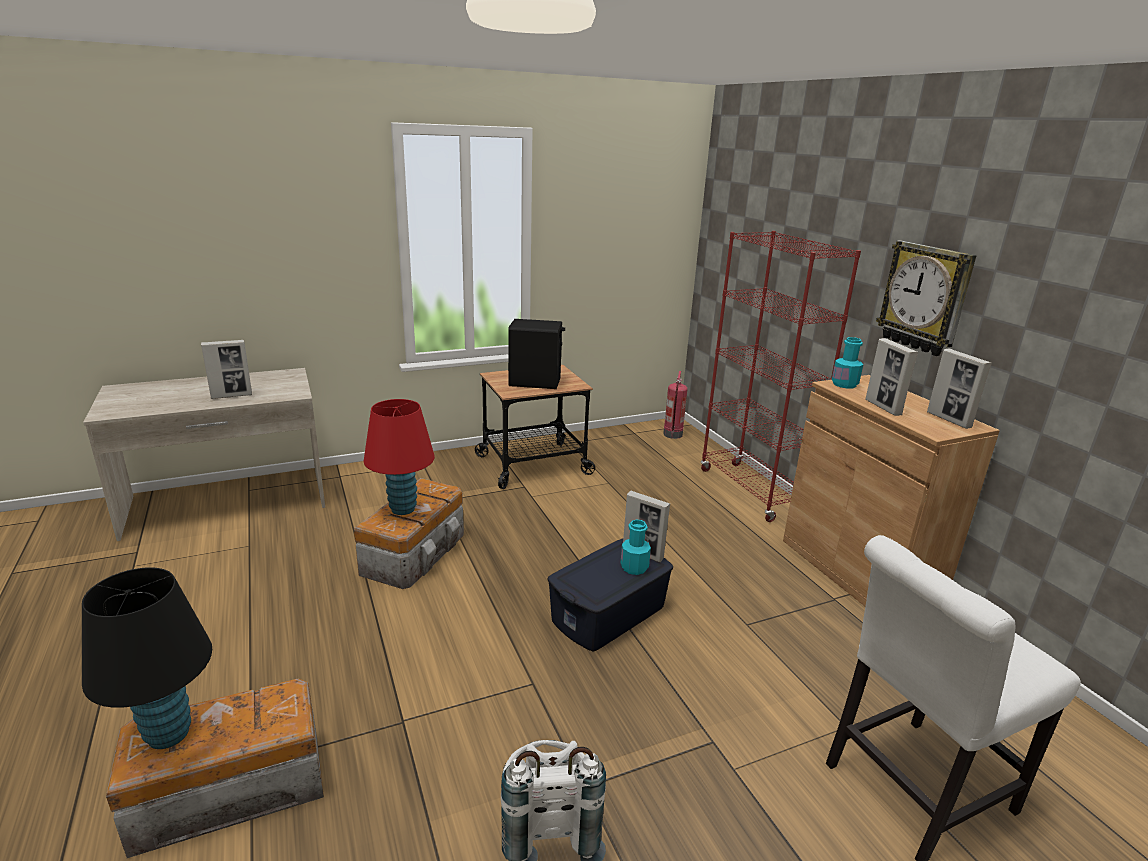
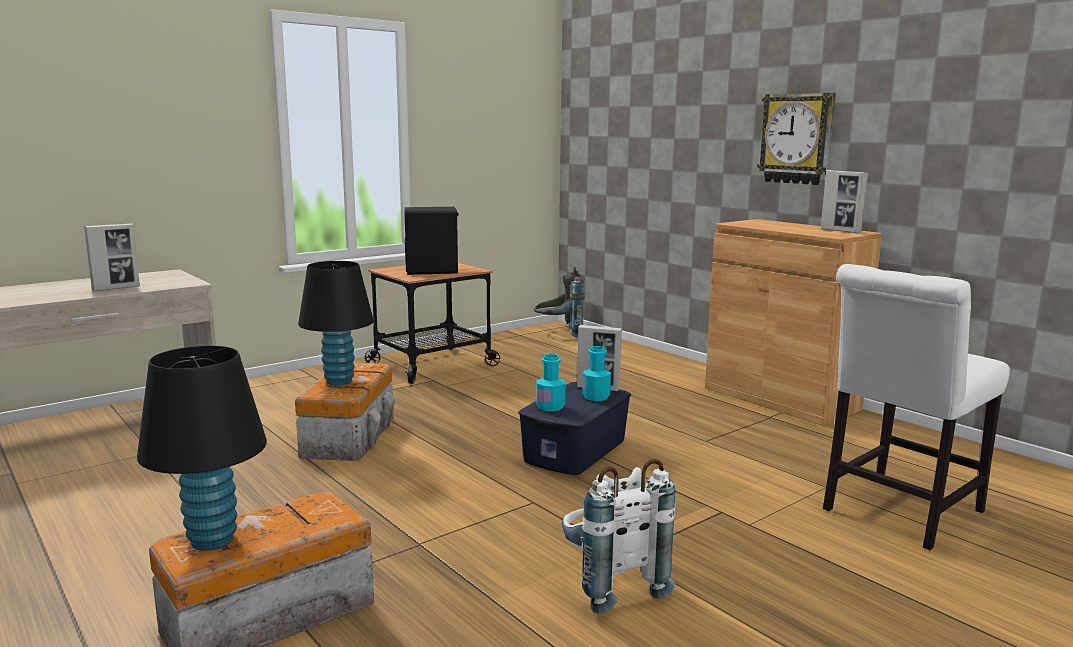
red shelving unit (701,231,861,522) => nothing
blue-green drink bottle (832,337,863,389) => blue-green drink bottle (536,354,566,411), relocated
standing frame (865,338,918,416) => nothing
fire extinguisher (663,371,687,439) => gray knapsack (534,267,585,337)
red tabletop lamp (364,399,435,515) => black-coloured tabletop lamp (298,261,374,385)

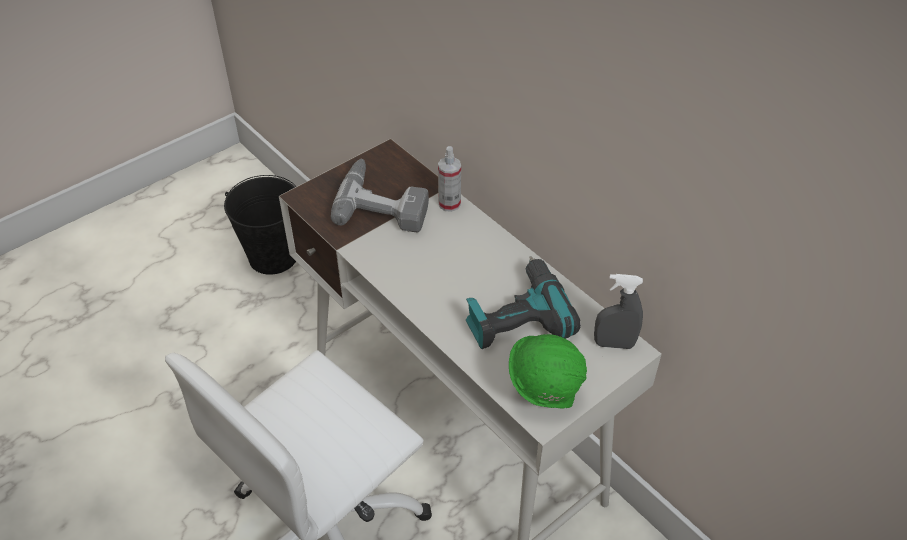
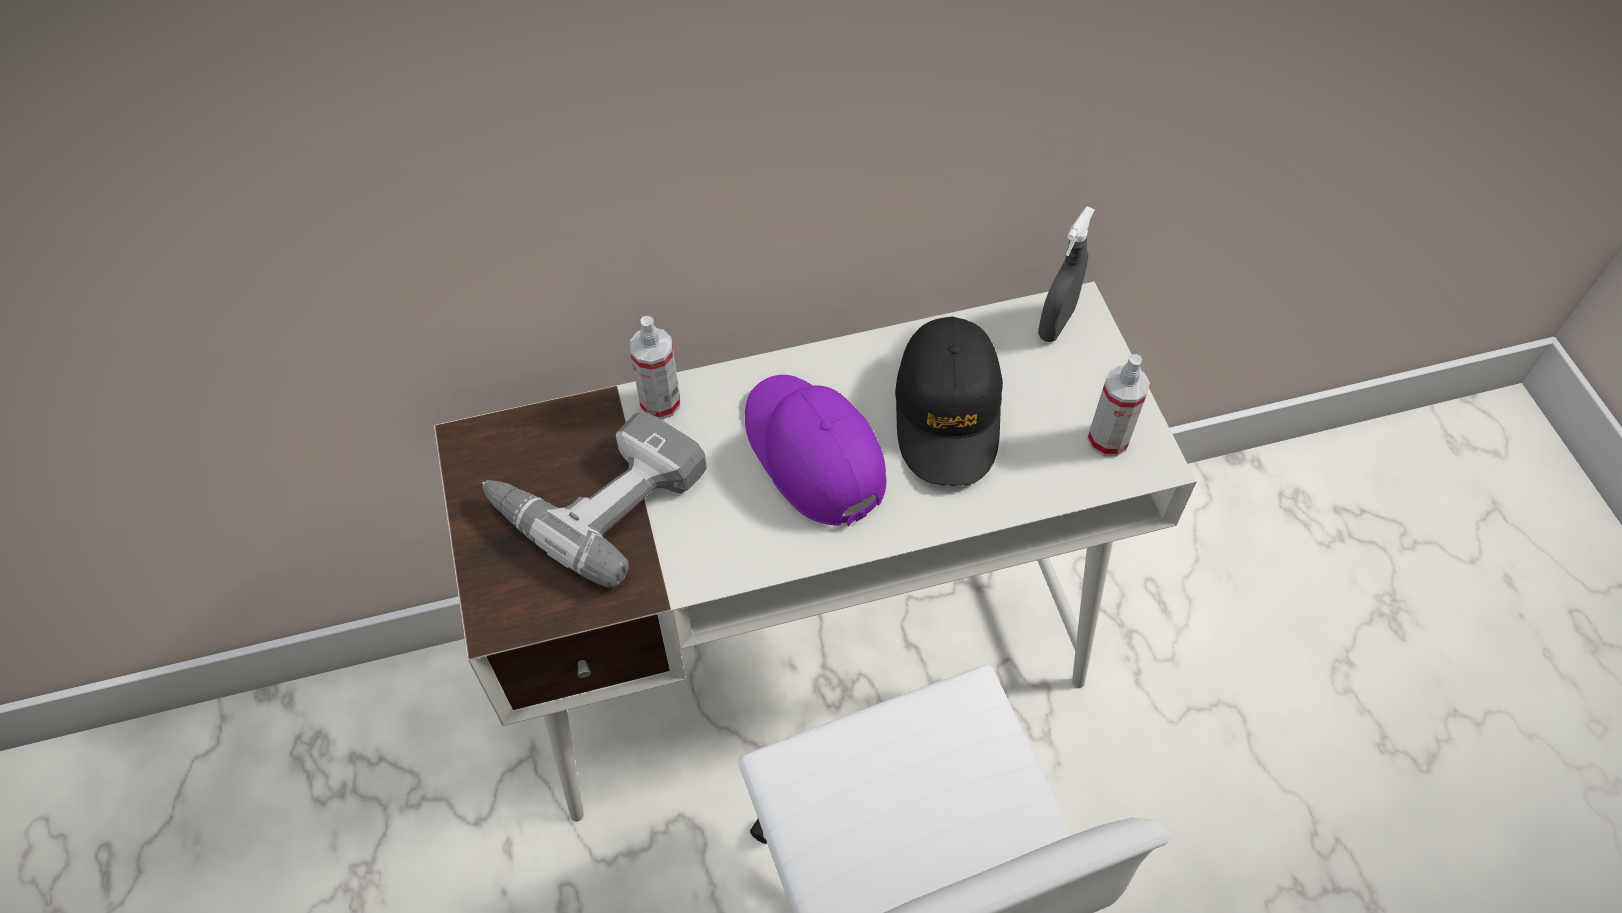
black-coloured pail (224,175,296,275) => nothing
electric drill (466,256,581,349) => black-coloured peaked cap (895,316,1003,486)
greenish safety helmet (509,334,587,409) => hand sprayer (1087,354,1150,457)
nothing => purple peaked cap (745,375,886,526)

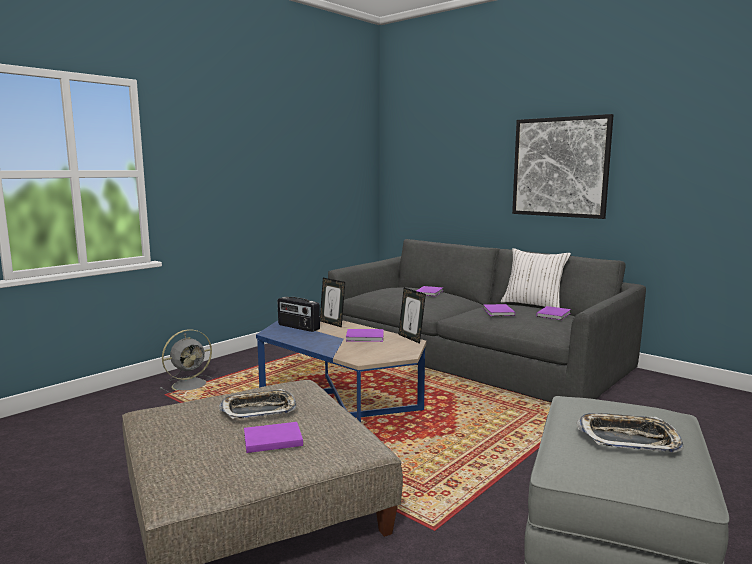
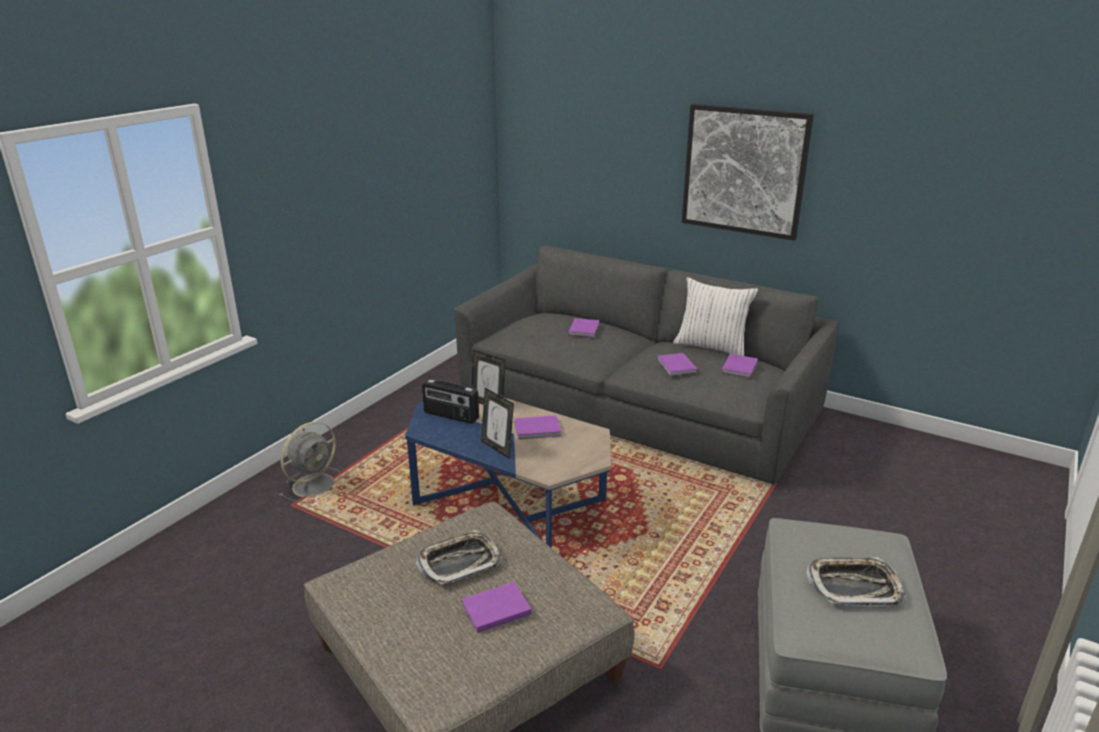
standing frame (398,288,426,344) => standing frame (481,388,514,458), relocated

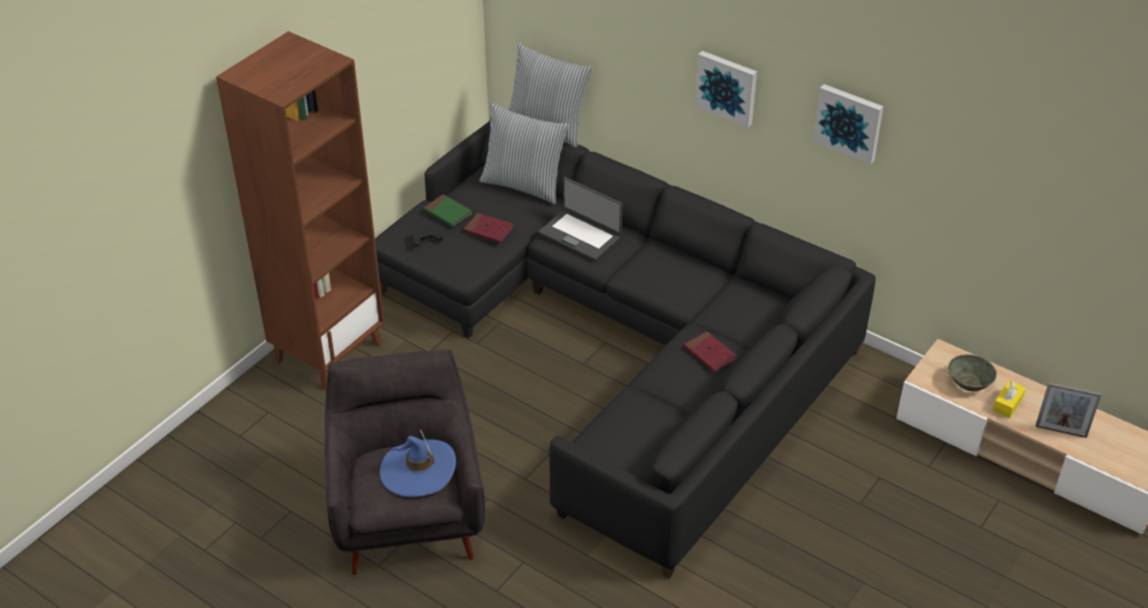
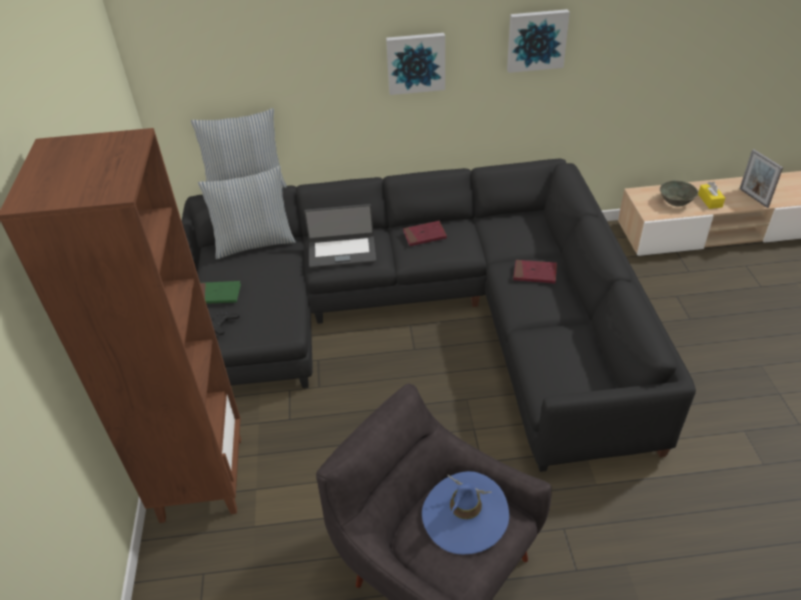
red volume (463,213,514,243) => red volume (403,221,447,246), relocated
standing frame (1035,382,1101,438) => standing frame (740,149,783,208), 90 degrees clockwise

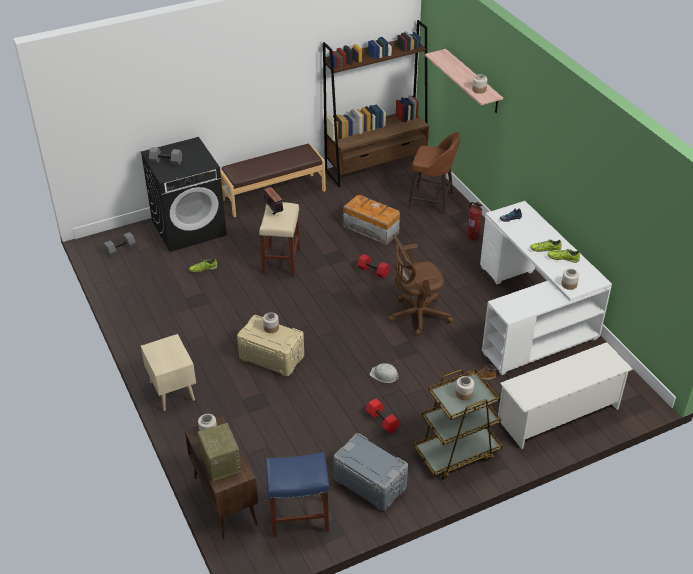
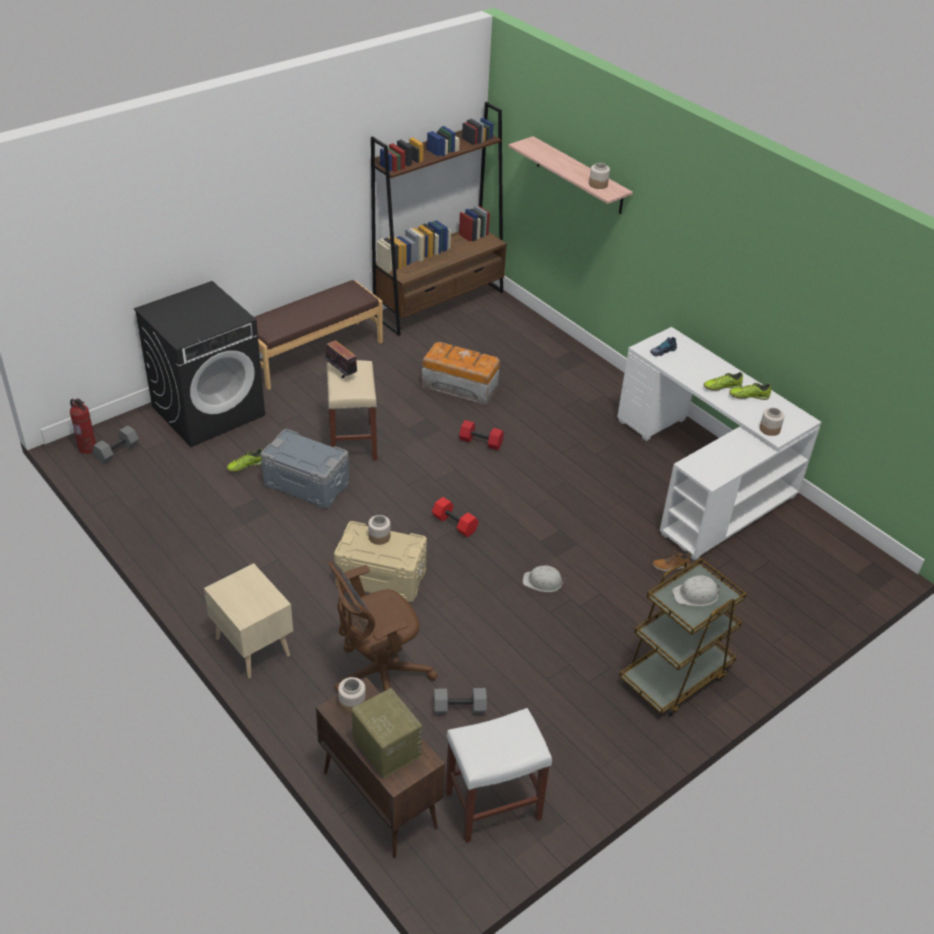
brownish stool (408,132,460,215) => nothing
gray free weight (149,147,182,165) => gray free weight (434,688,487,714), relocated
fire extinguisher (467,202,483,240) => fire extinguisher (70,398,96,454), relocated
brownish computer chair (389,235,453,336) => brownish computer chair (328,562,438,693), relocated
white shoe stand (498,342,633,449) => nothing
jar (455,376,474,400) => white safety helmet (672,575,720,606)
red free weight (366,399,400,434) => red free weight (432,497,479,537), relocated
gray storage container (334,433,408,511) => gray storage container (261,429,349,509), relocated
bluish stool (265,452,329,538) => white stool (445,708,552,843)

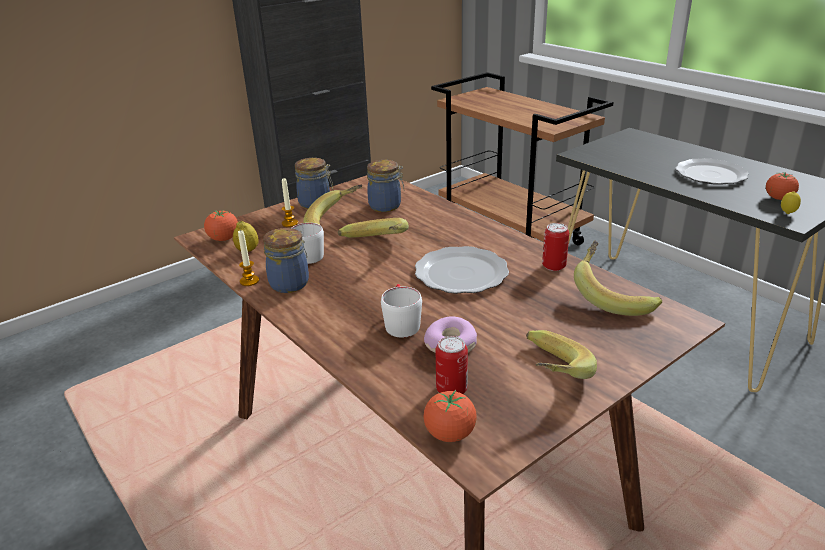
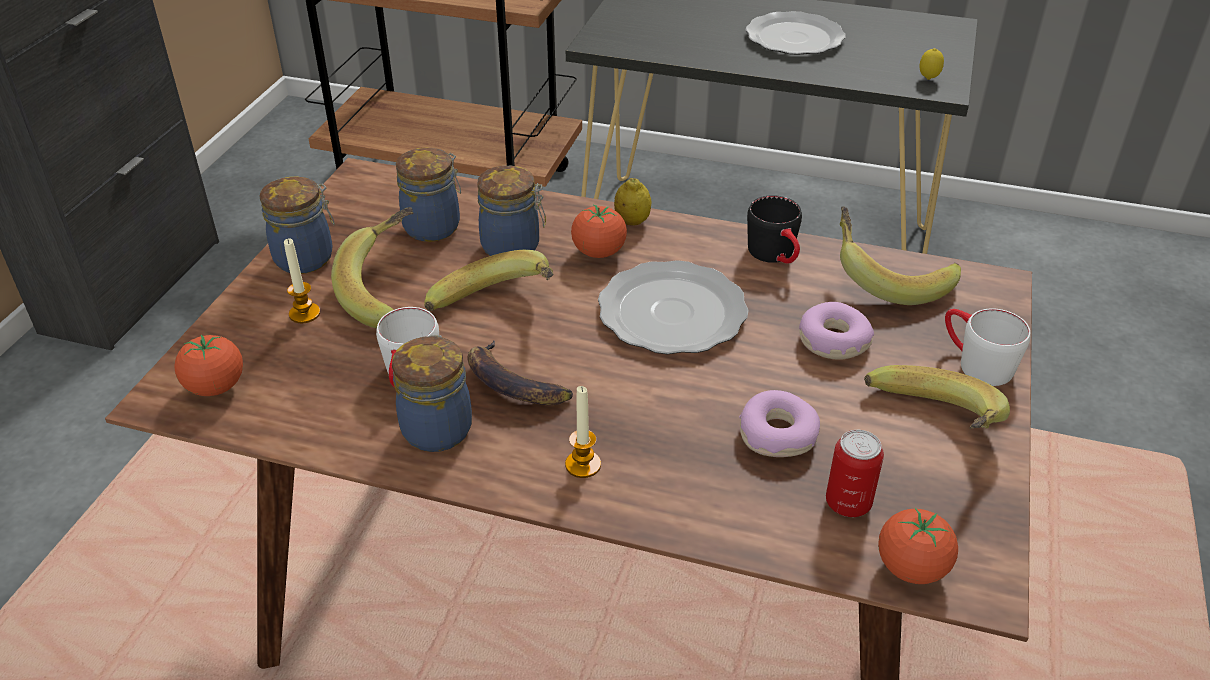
tomato (766,172,799,200) => tomato (571,204,627,258), relocated
whole lemon (233,221,258,252) => whole lemon (614,178,651,226), relocated
metal can (542,223,569,271) => black-coloured tea mug (747,195,802,264)
candle (238,230,259,286) => candle (565,386,601,478), relocated
white tea mug (381,284,422,338) => white tea mug (945,308,1031,386), relocated
nothing => jar (477,166,546,256)
nothing => donut (799,302,874,360)
nothing => whole banana (467,340,573,405)

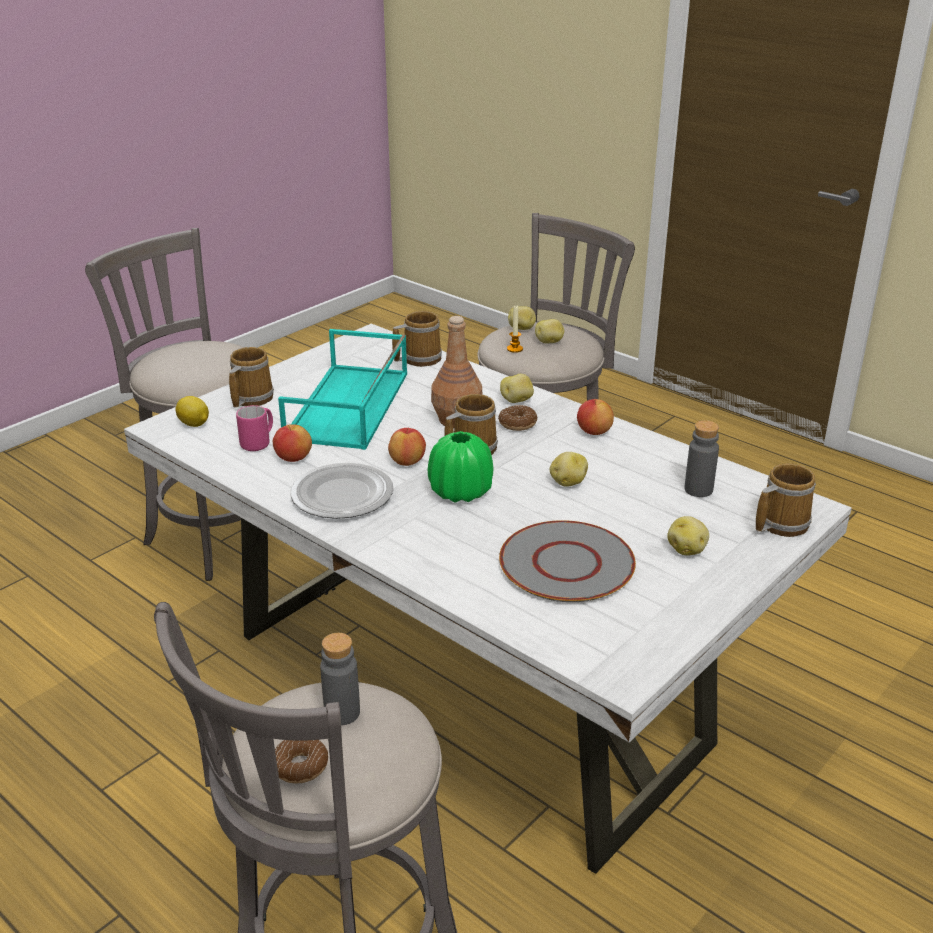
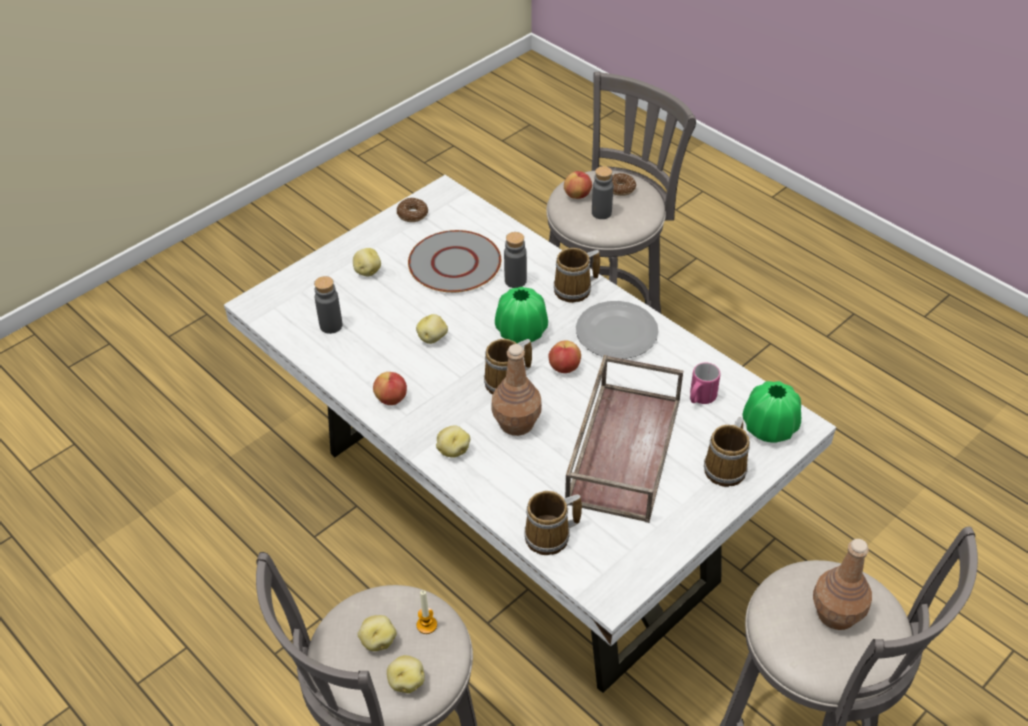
blue-green serving tray (278,329,407,450) => brownish serving tray (565,355,684,523)
whole lemon (175,396,209,427) => greenish flower vase (743,381,801,442)
donut (498,405,538,431) => donut (397,198,428,222), relocated
whole apple (273,424,312,462) => whole apple (564,171,592,199), relocated
tea mug (755,463,816,537) => tea mug (554,248,600,303), relocated
nothing => gray drink bottle (504,232,527,288)
nothing => brownish drink bottle (813,539,872,630)

